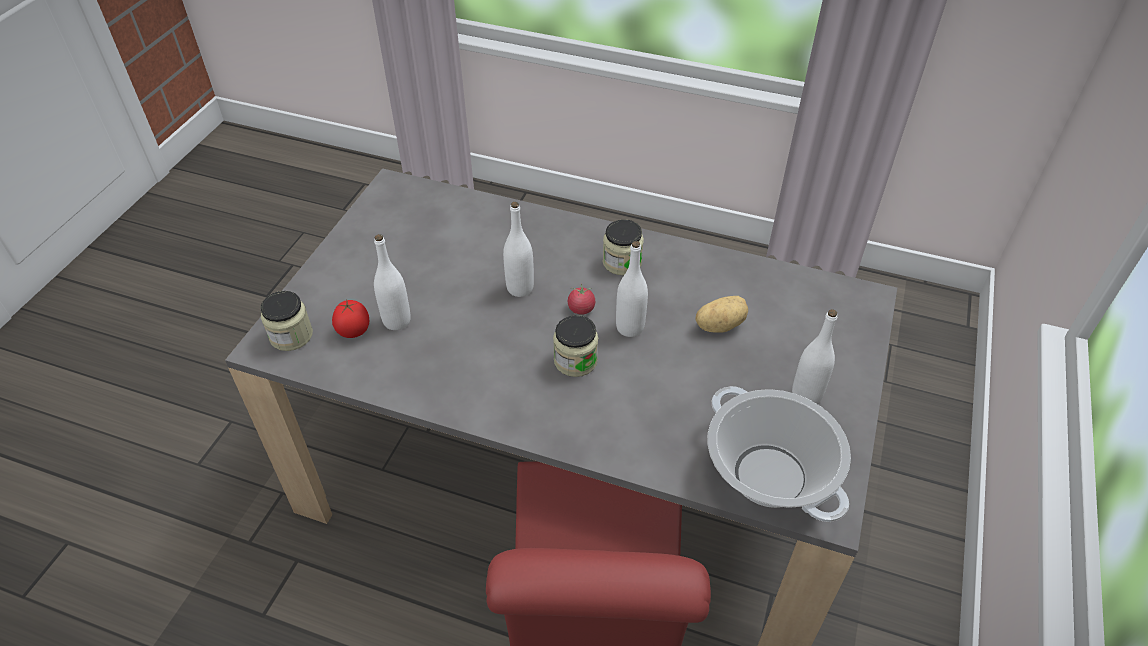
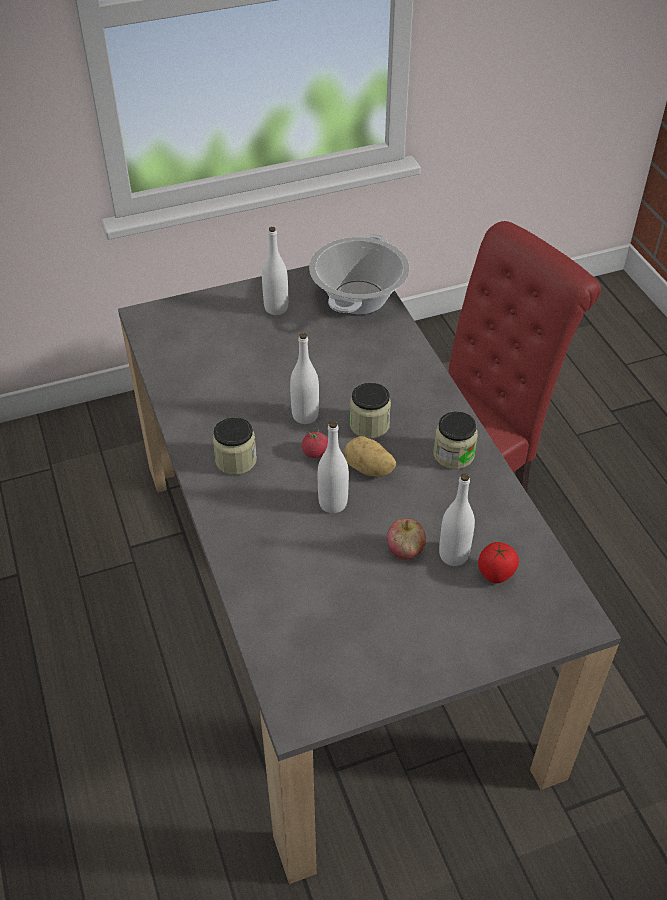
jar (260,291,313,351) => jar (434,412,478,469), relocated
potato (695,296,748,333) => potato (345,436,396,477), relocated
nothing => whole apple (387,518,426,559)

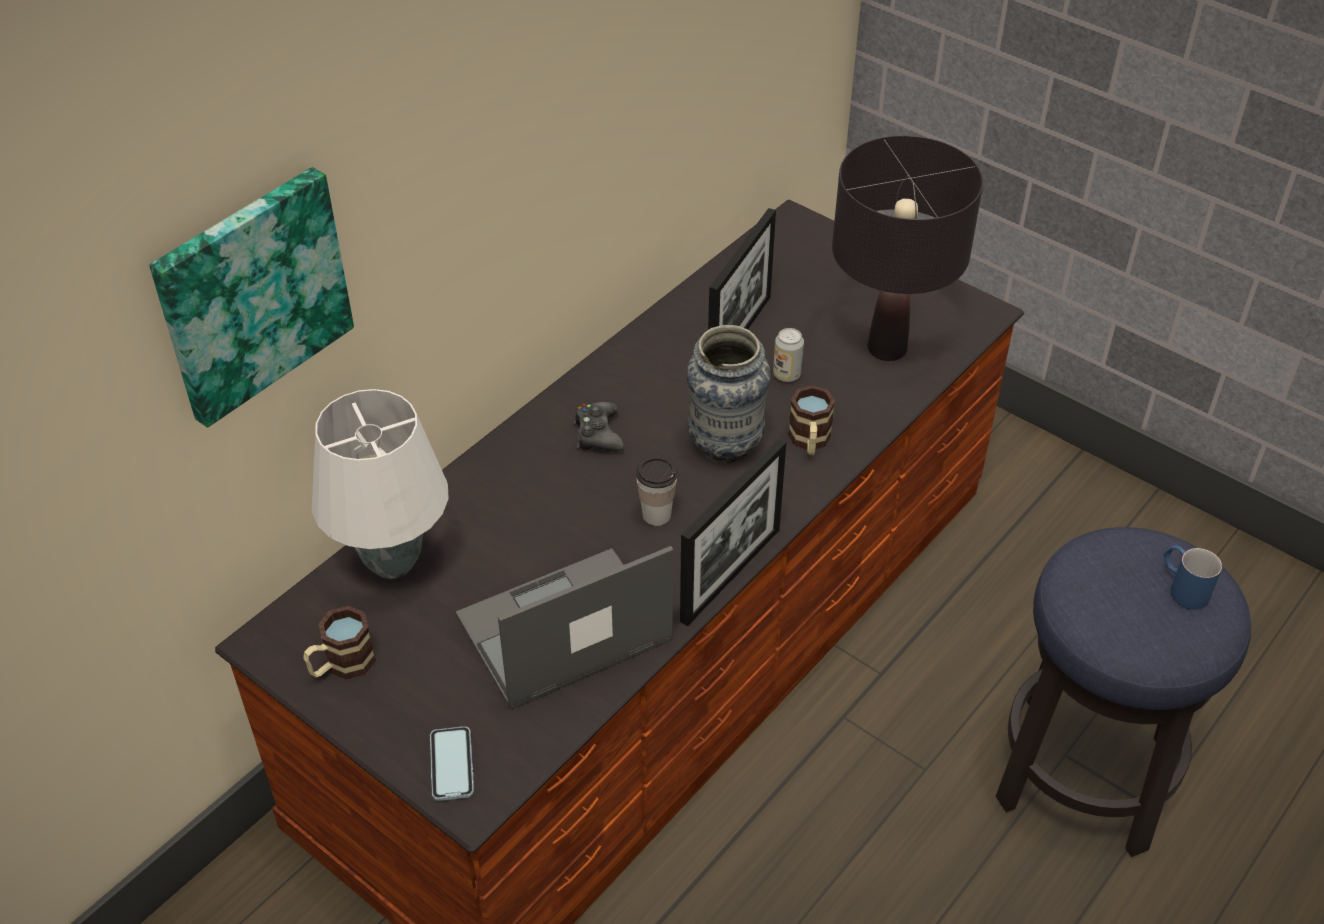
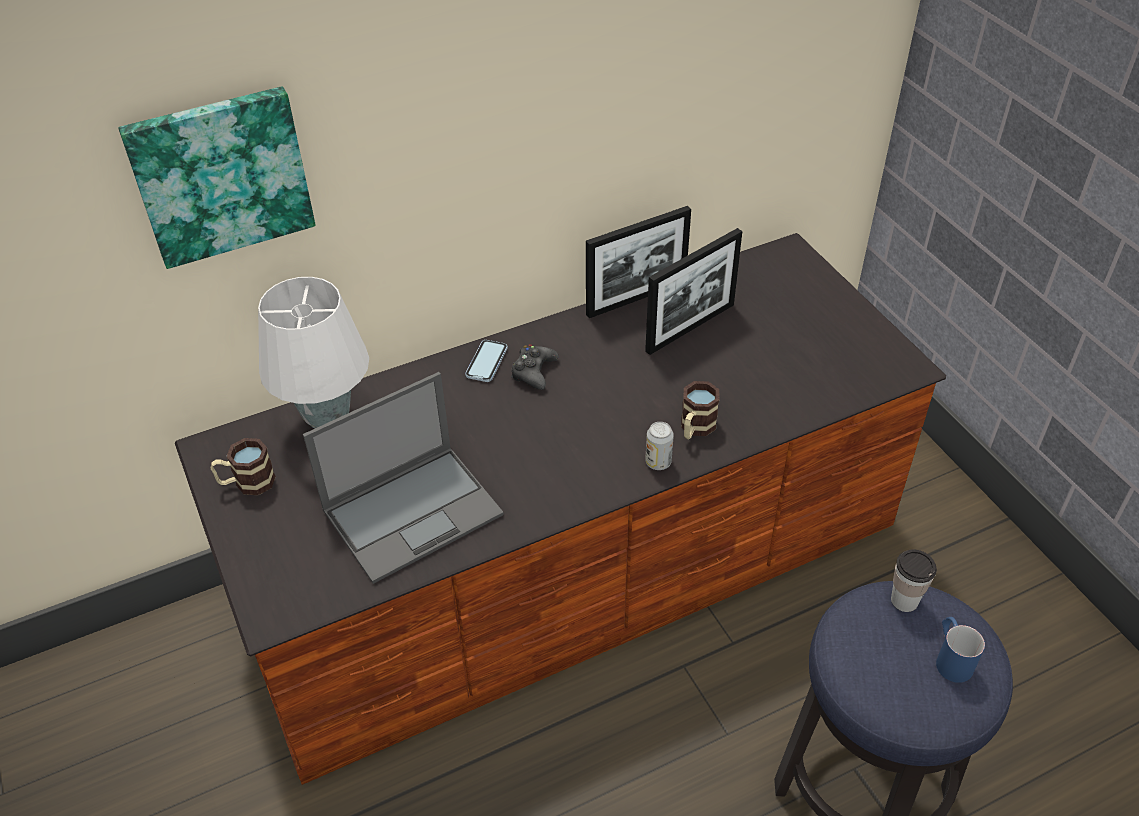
black-coloured tabletop lamp (832,136,983,361) => nothing
flower vase (686,325,771,463) => nothing
metal can (773,328,804,382) => metal can (645,422,674,470), relocated
standing frame (680,439,786,626) => standing frame (586,206,691,318), relocated
cup (636,457,677,526) => cup (891,549,937,612), relocated
portable computer (456,546,673,709) => portable computer (303,372,504,584), 150 degrees clockwise
handset (430,726,474,801) => handset (465,340,508,382), relocated

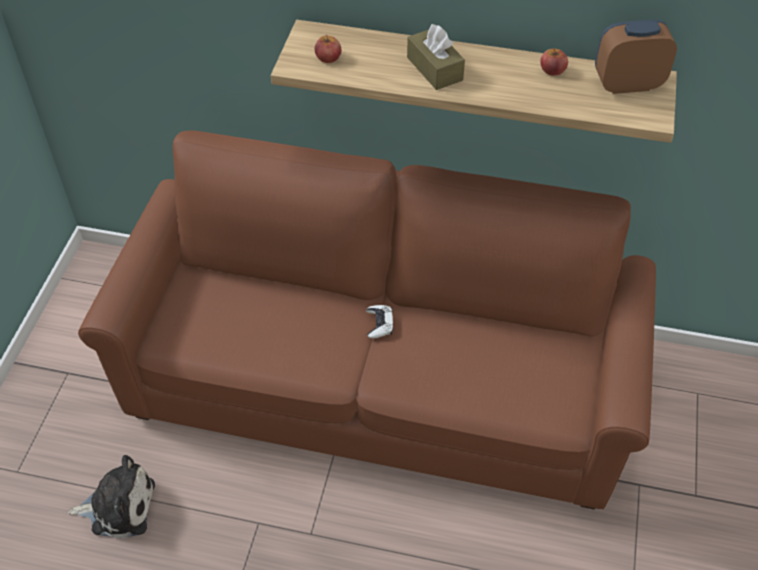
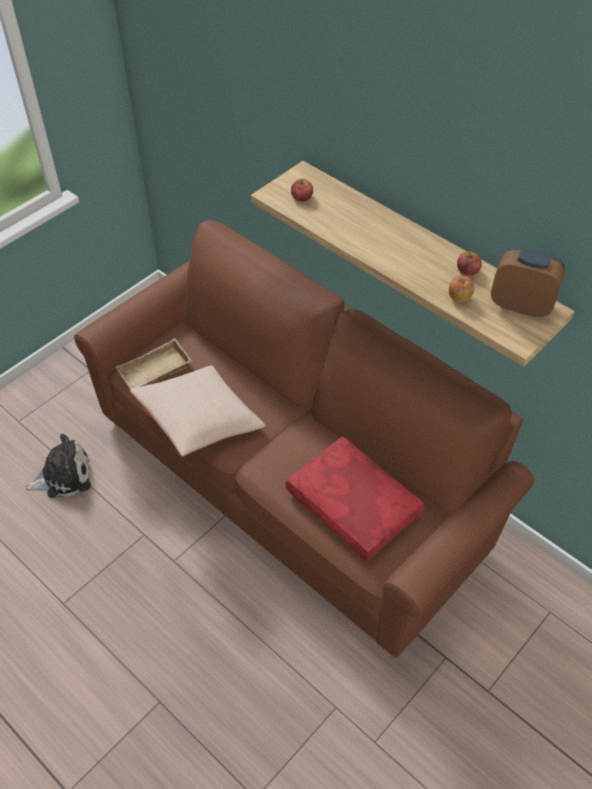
brownish box of tissues (407,24,465,90) => nothing
white gamepad (366,305,393,339) => nothing
plush toy (68,455,155,539) => plush toy (25,434,91,498), 45 degrees counterclockwise
nothing => whole apple (449,276,474,302)
nothing => beige-coloured serving tray (116,338,192,390)
nothing => beige-coloured cushion (130,365,266,457)
nothing => red cushion (285,436,425,562)

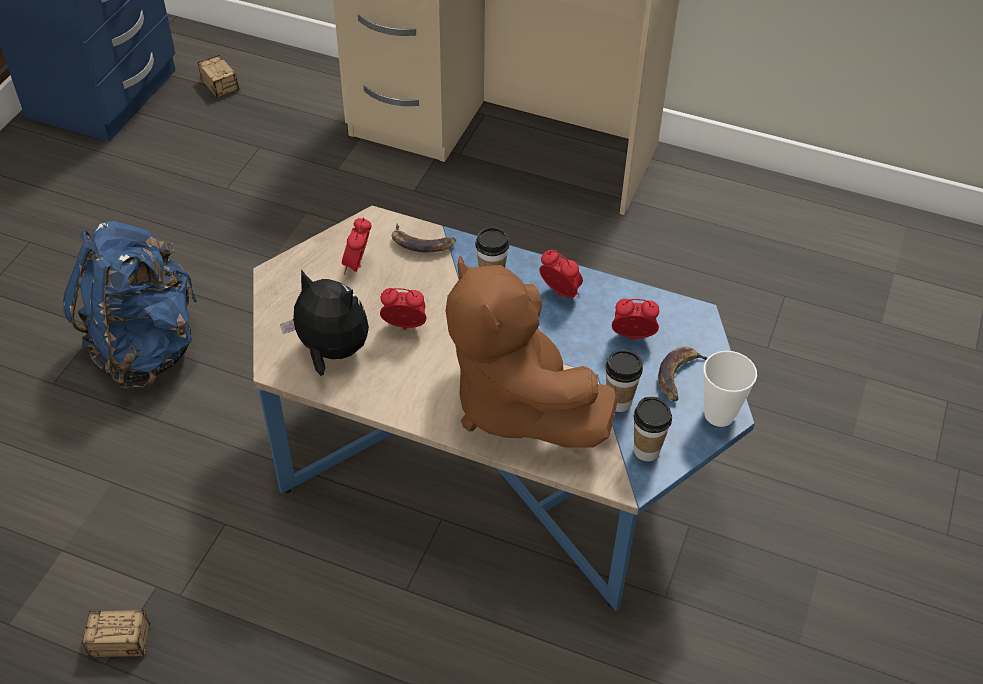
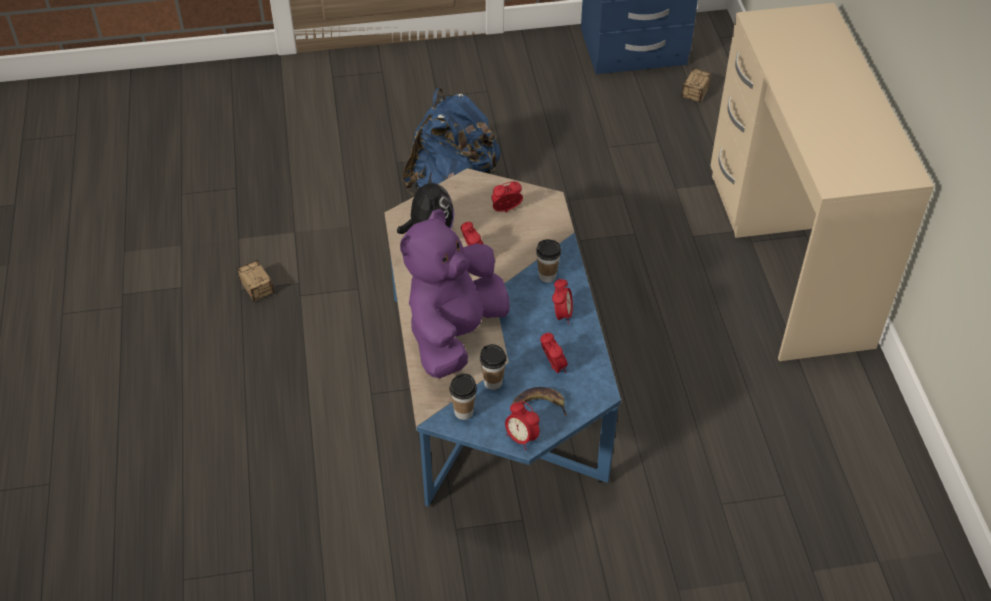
whole banana (392,223,456,252) => nothing
brownish plush toy (446,255,618,448) => purple plush toy (400,209,510,378)
cup (703,351,757,427) => alarm clock (505,401,540,450)

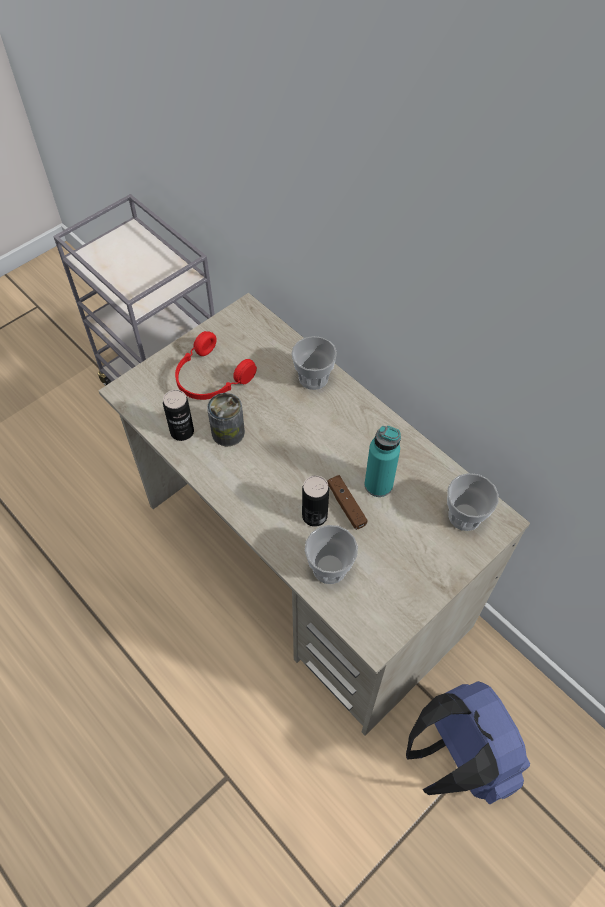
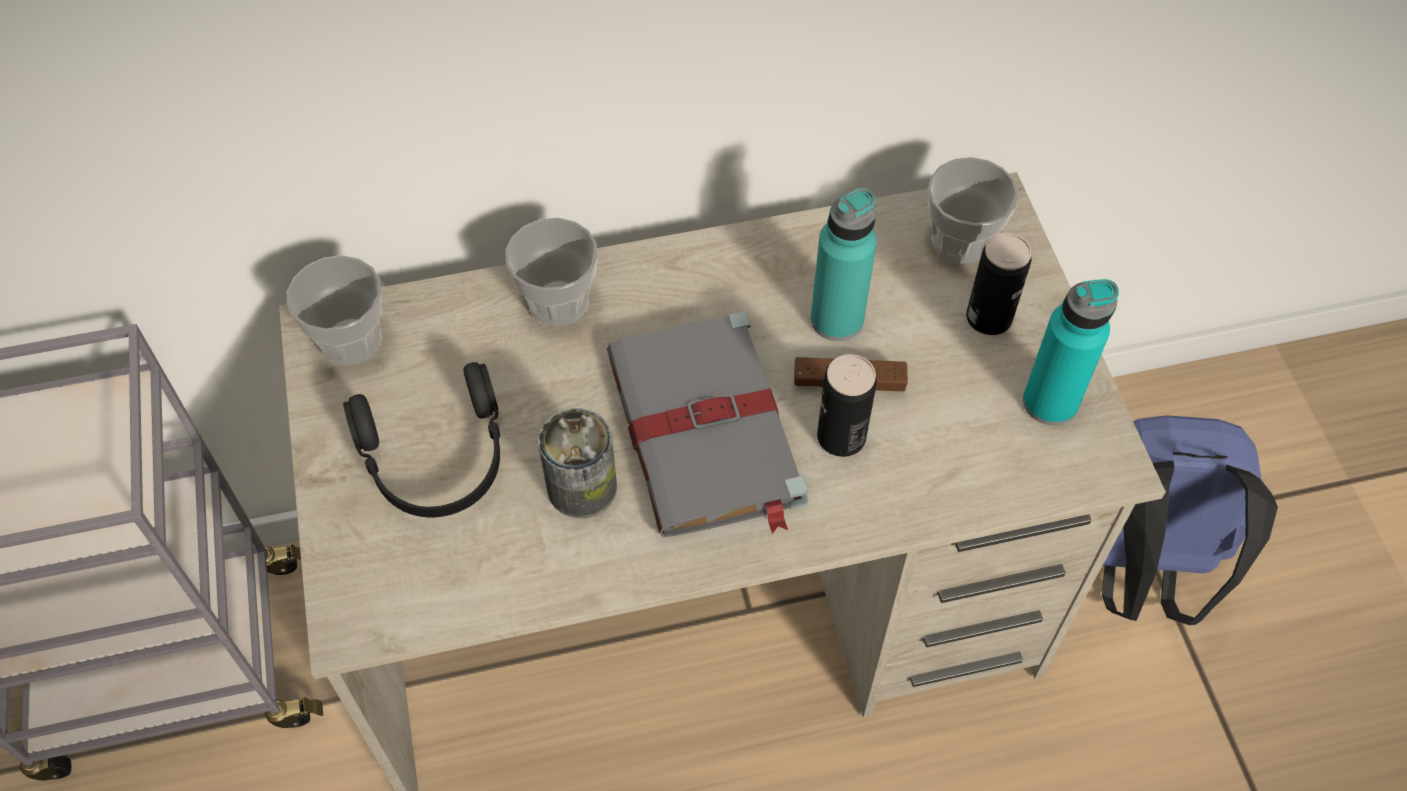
red headphones (175,331,257,400) => black-coloured headphones (343,362,500,517)
metal can (163,390,194,441) => metal can (966,233,1032,335), relocated
cup (305,525,358,584) => cup (287,255,383,366), relocated
nothing => blue-green drink bottle (1023,279,1119,426)
nothing => gray volume (607,311,808,537)

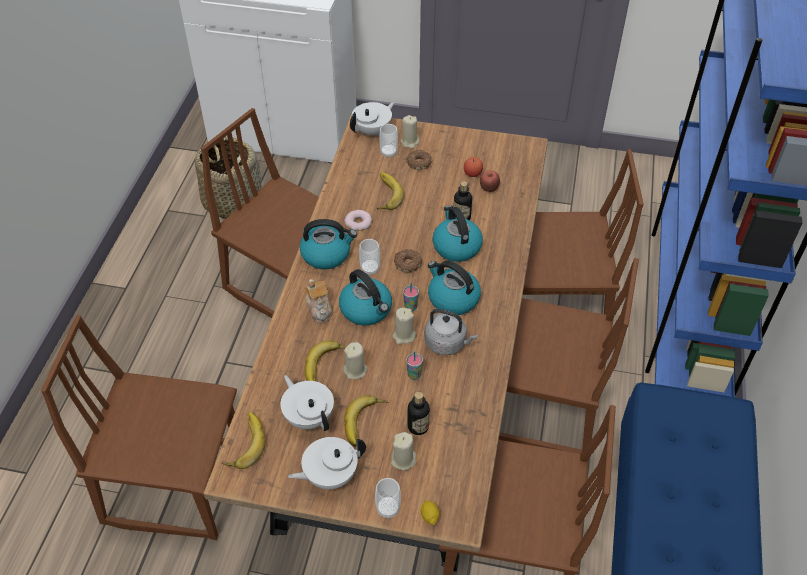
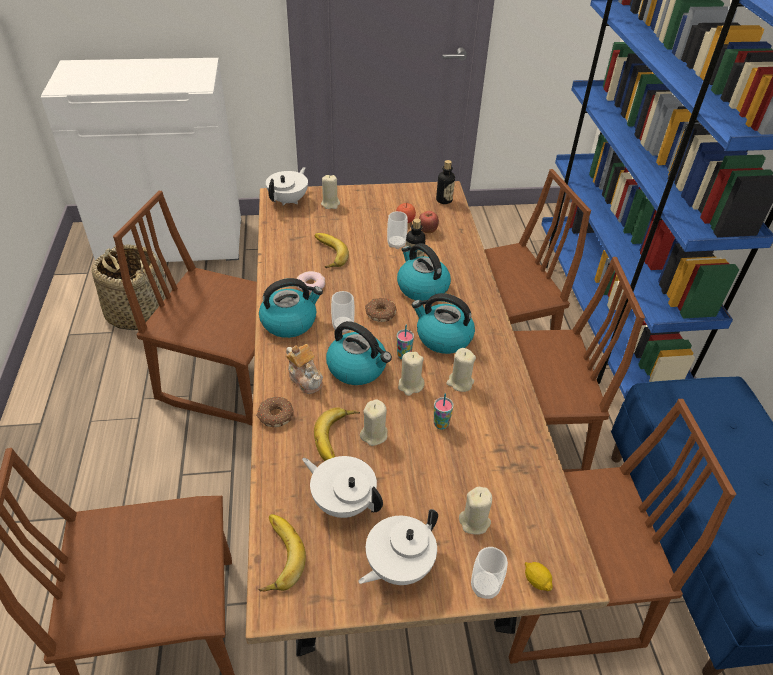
cup (380,124,398,158) => cup (387,211,408,249), relocated
donut (406,150,432,170) => donut (256,397,294,428), relocated
gray water kettle (424,309,477,355) => beige-coloured candle (446,348,476,392)
drink bottle (407,392,430,435) => drink bottle (436,160,455,204), relocated
whole banana (344,395,389,446) => nothing

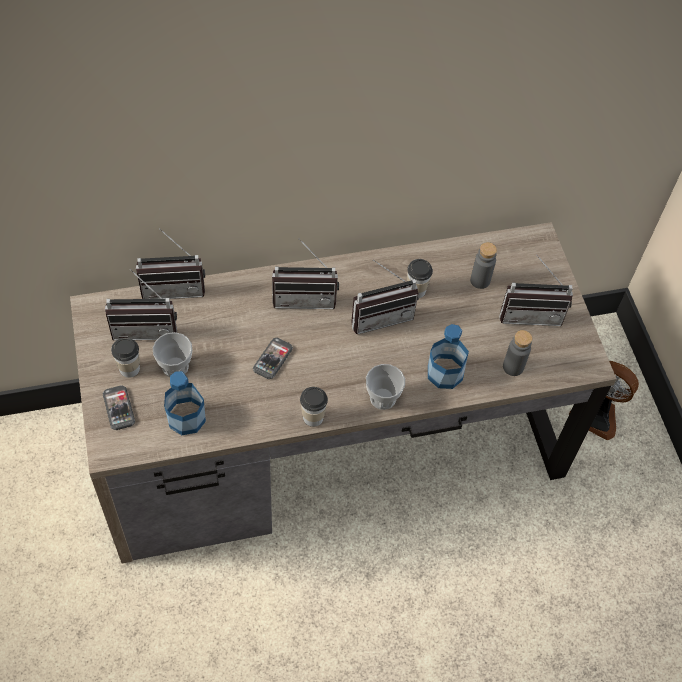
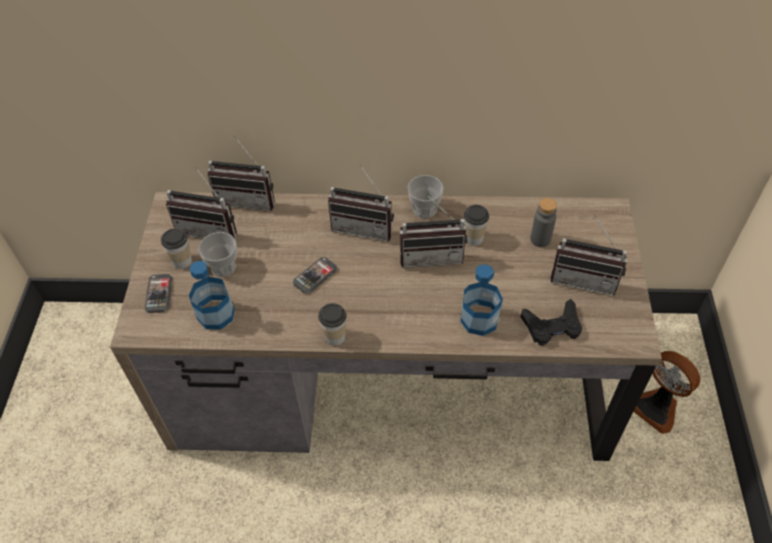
gray drink bottle (503,330,532,376) => black-coloured gamepad (520,299,582,346)
cup (366,364,405,410) => cup (407,175,444,218), relocated

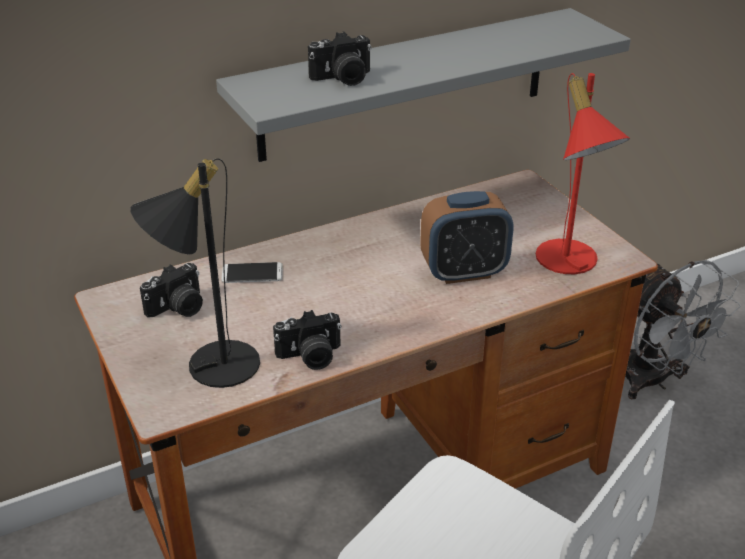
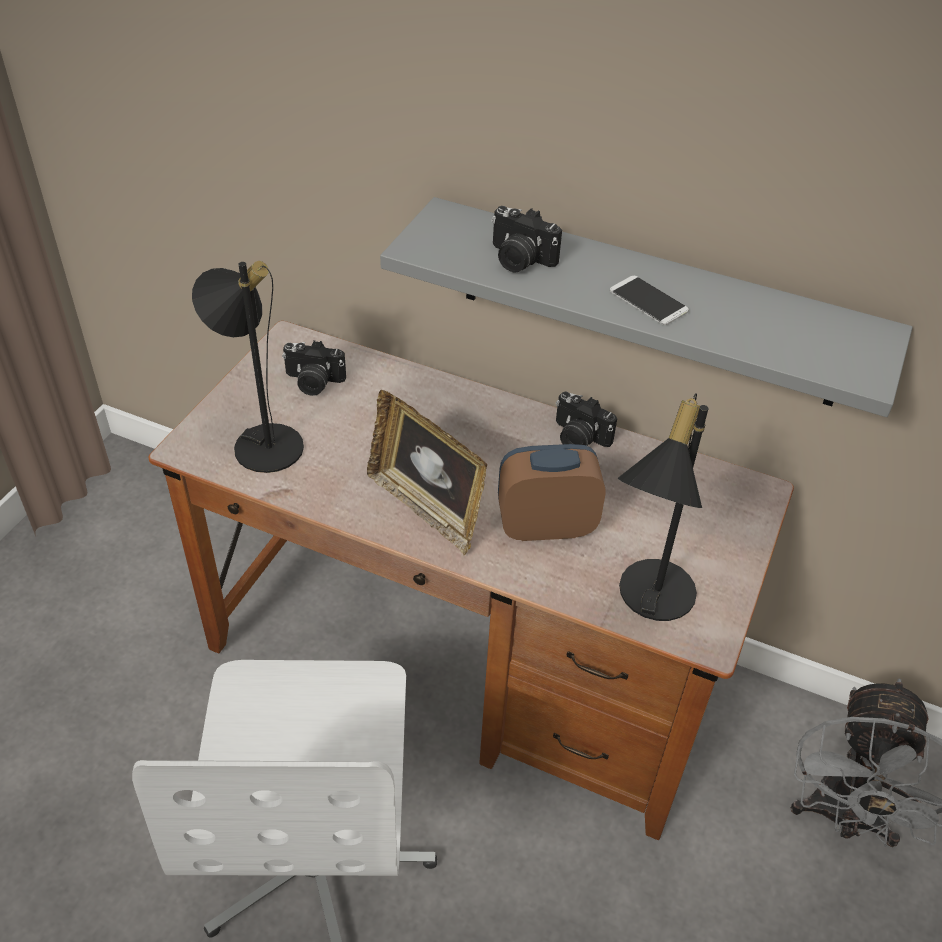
red tabletop lamp (536,73,630,274) => black-coloured tabletop lamp (618,393,709,621)
alarm clock (420,191,513,284) => alarm clock (498,444,606,541), 135 degrees clockwise
handset (221,262,283,283) => handset (610,276,689,325), relocated
still camera (273,310,342,370) => still camera (556,392,617,447), relocated
nothing => standing frame (367,390,487,555)

